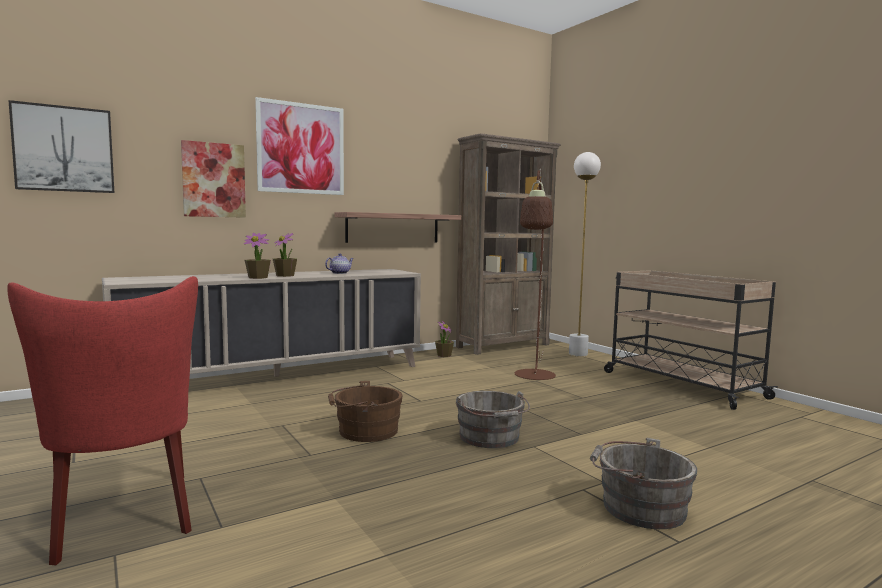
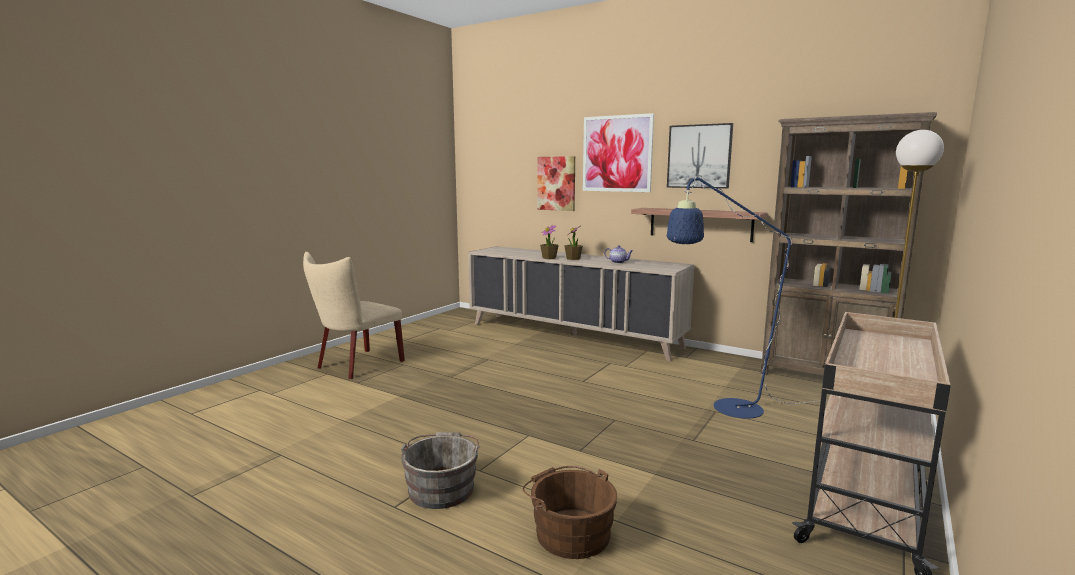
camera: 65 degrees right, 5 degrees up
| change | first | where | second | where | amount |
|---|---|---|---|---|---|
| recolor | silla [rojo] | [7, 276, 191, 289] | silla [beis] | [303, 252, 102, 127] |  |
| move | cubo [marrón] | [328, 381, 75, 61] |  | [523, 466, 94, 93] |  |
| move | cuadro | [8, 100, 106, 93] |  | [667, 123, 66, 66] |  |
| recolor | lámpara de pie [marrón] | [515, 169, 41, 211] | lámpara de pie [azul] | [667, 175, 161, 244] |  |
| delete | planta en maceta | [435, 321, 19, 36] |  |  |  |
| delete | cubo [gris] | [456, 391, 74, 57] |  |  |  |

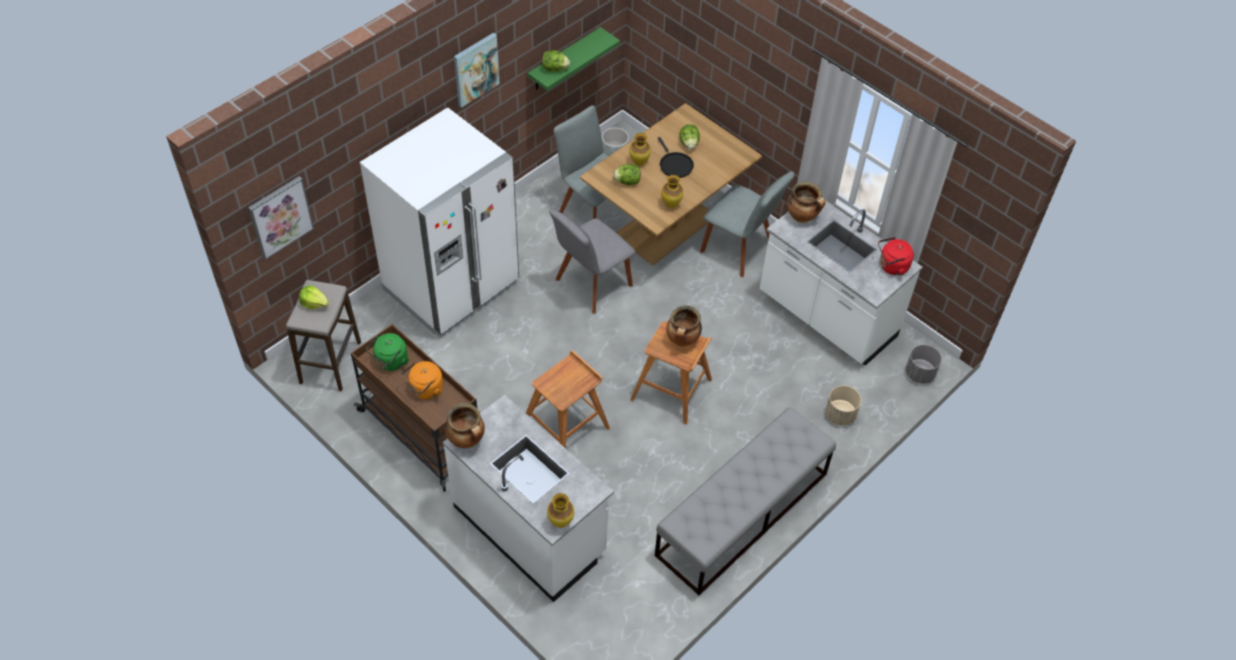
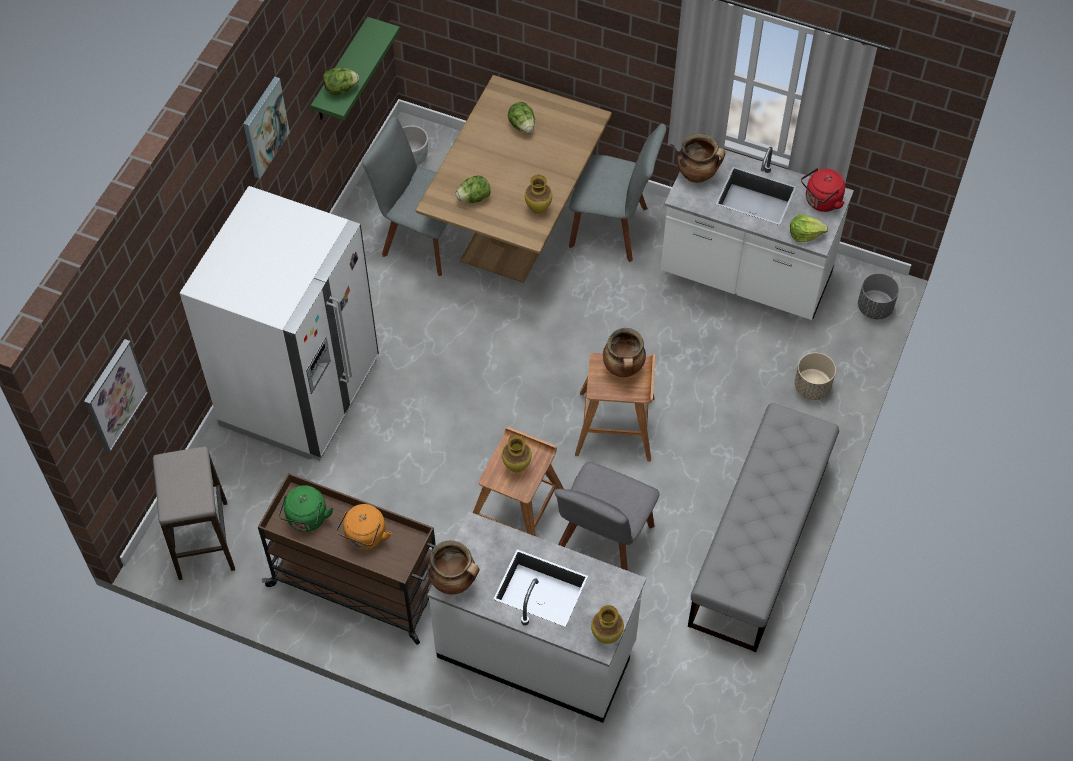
camera: 20 degrees left, 5 degrees up
| change | first | where | second | where | amount |
|---|---|---|---|---|---|
| move | florero | [629, 133, 22, 33] |  | [502, 435, 30, 38] |  |
| move | silla [gris] | [549, 209, 86, 105] |  | [555, 462, 105, 109] |  |
| move | lechuga | [299, 285, 30, 24] |  | [790, 215, 38, 27] |  |
| delete | sartén [negro] | [657, 137, 37, 41] |  |  |  |

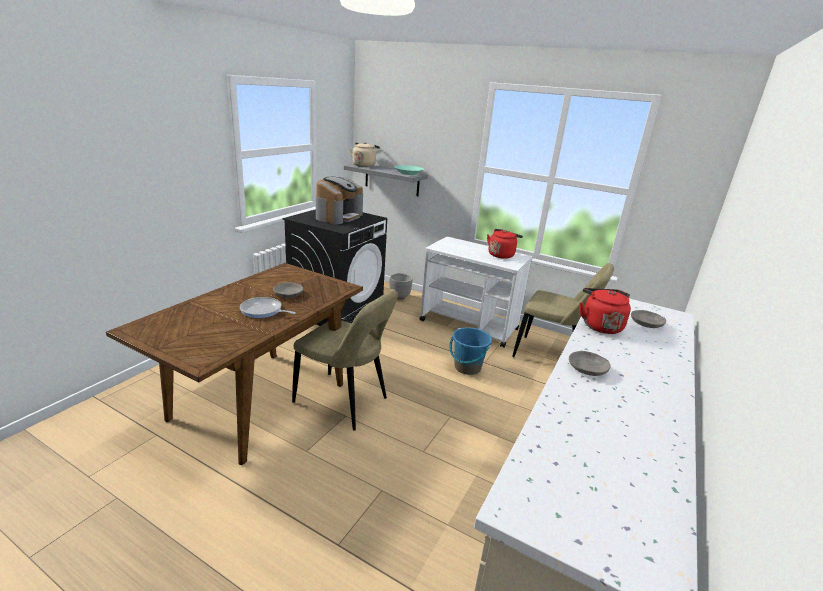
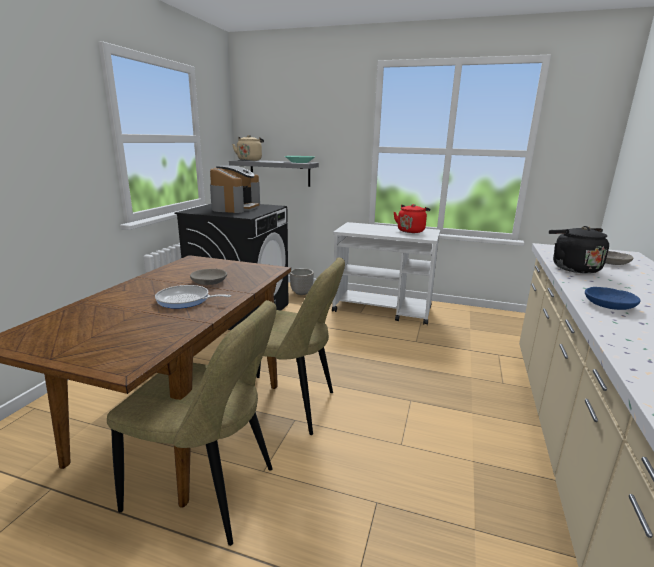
camera: 10 degrees left, 5 degrees down
| change | first | where | second | where | amount |
|---|---|---|---|---|---|
| move | silla [beis] | [512, 263, 102, 94] |  | [107, 300, 169, 246] |  |
| recolor | hervidor [rojo] | [579, 288, 52, 46] | hervidor [negro] | [549, 226, 60, 48] |  |
| recolor | cuenco [gris] | [569, 351, 42, 25] | cuenco [azul] | [585, 287, 56, 23] |  |
| delete | cubo [azul] | [449, 327, 43, 48] |  |  |  |

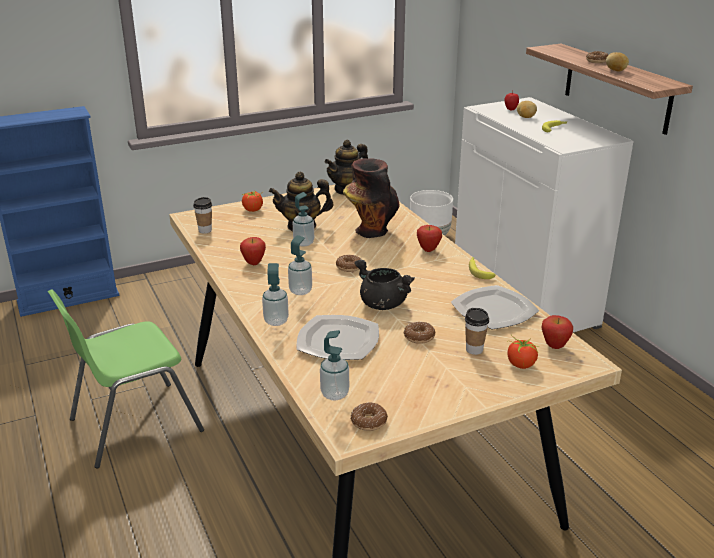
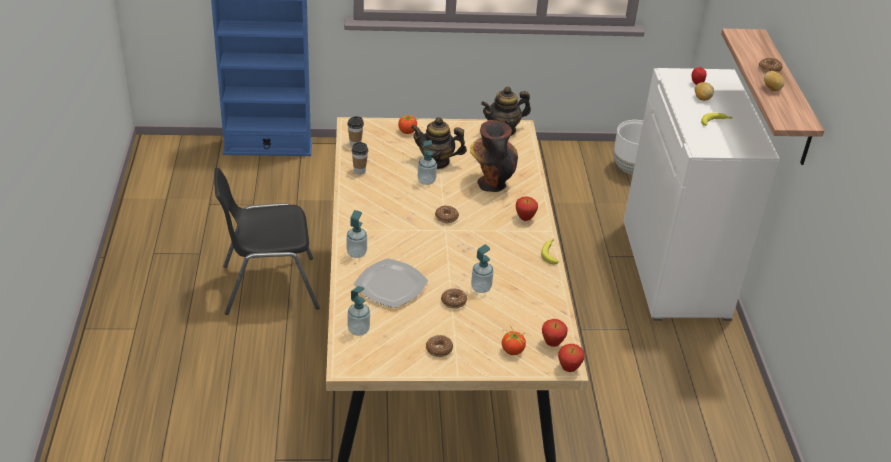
camera: 20 degrees right, 10 degrees up
| change | first | where | second | where | amount |
|---|---|---|---|---|---|
| recolor | silla [verde] | [48, 289, 156, 179] | silla [negro] | [214, 168, 106, 147] |  |
| move | taza | [465, 308, 24, 47] |  | [351, 142, 17, 32] |  |
| move | rosquilla | [351, 402, 37, 29] |  | [426, 335, 27, 22] |  |
| move | dispensador de jabón | [288, 235, 24, 60] |  | [471, 244, 22, 49] |  |
| move | manzana | [240, 237, 26, 28] |  | [558, 344, 27, 28] |  |
| delete | olla [negro] | [354, 260, 61, 50] |  |  |  |
| delete | plato | [451, 285, 88, 44] |  |  |  |

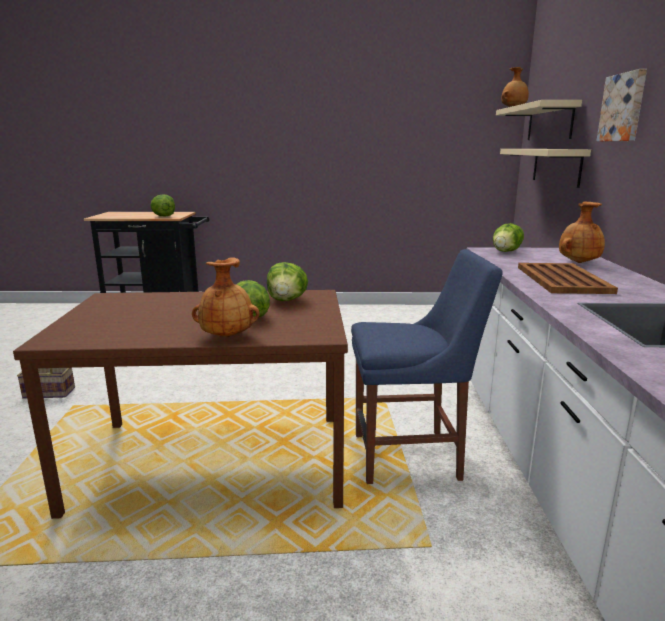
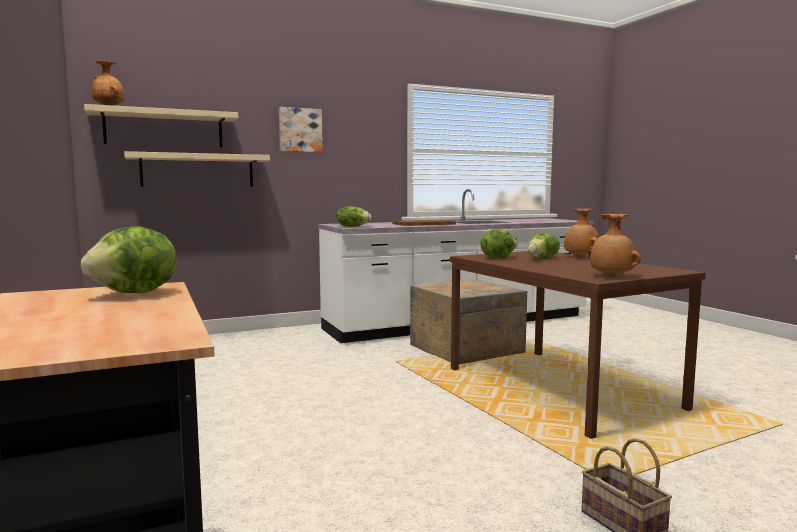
camera: 115 degrees left, 10 degrees down
| change | first | where | second | where | amount |
|---|---|---|---|---|---|
| replace | silla [azul] | [351, 249, 152, 235] | caja de embalaje | [410, 279, 117, 85] |  |
| move | florero [marrón] | [559, 202, 46, 61] |  | [587, 214, 54, 63] |  |

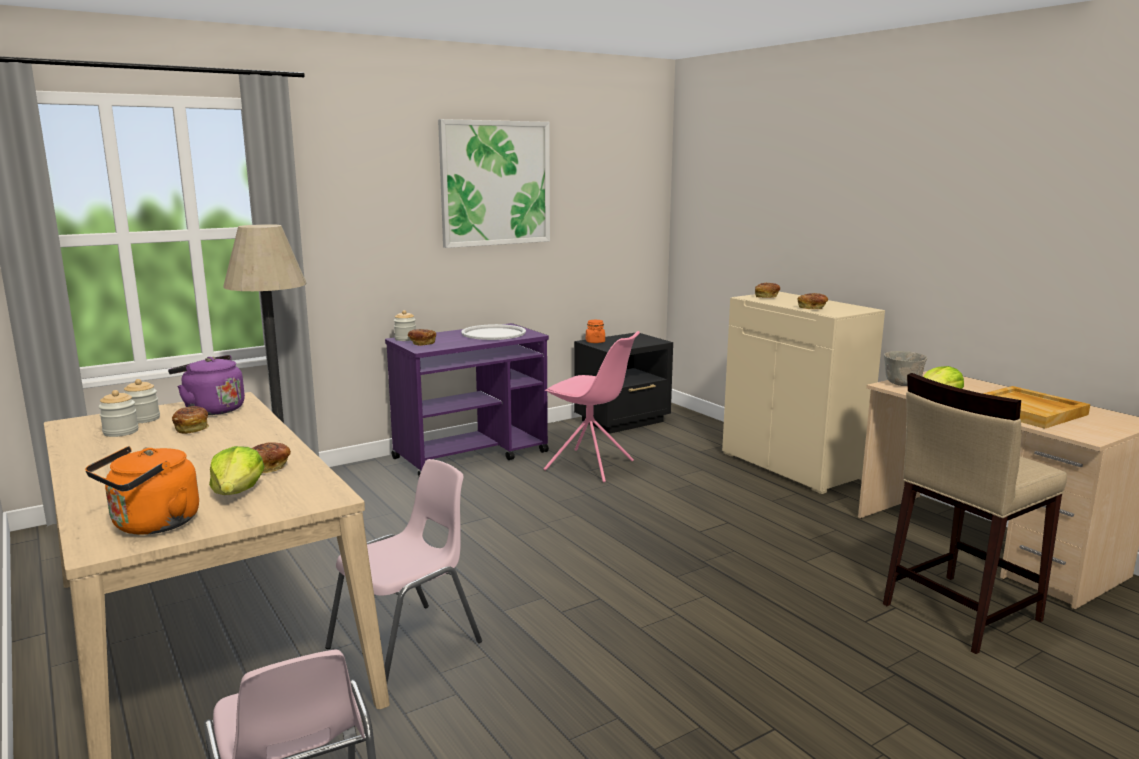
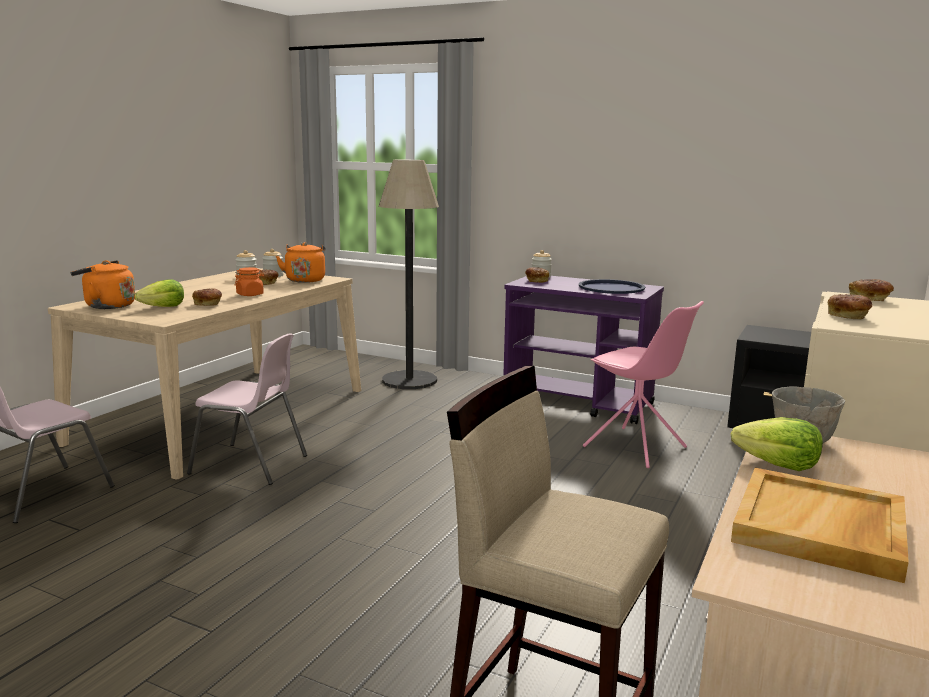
camera: 60 degrees right, 0 degrees up
| change | first | where | second | where | amount |
|---|---|---|---|---|---|
| move | tarro [naranja] | [586, 320, 19, 23] |  | [235, 267, 29, 29] |  |
| recolor | hervidor [morado] | [168, 355, 77, 60] | hervidor [naranja] | [276, 242, 50, 41] |  |
| recolor | bandeja [blanco] | [461, 324, 65, 16] | bandeja [azul] | [579, 279, 66, 15] |  |
| rotate | silla [rosa] | [544, 331, 96, 152] |  | [583, 301, 121, 167] | 45 degrees counterclockwise |
| delete | cuadro | [438, 119, 112, 129] |  |  |  |

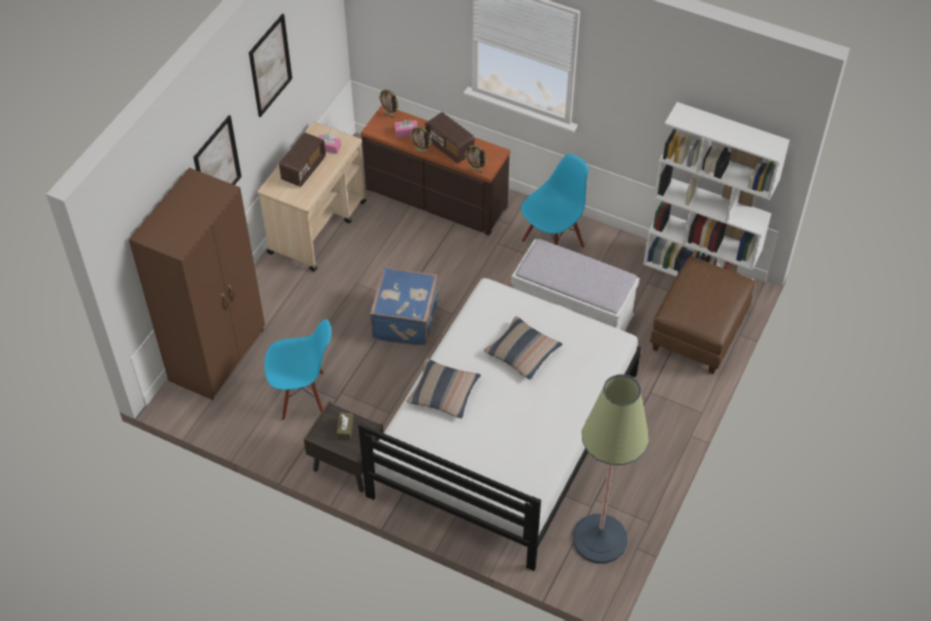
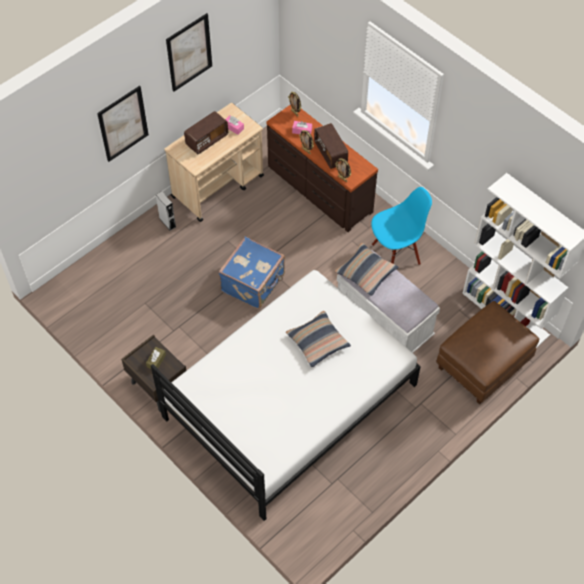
camera: 20 degrees right, 5 degrees up
| change | first | where | second | where | amount |
|---|---|---|---|---|---|
| insert |  |  | altavoz [gris] | [156, 191, 20, 40] |  |
| move | cojín | [406, 359, 75, 59] |  | [335, 243, 64, 53] |  |
| delete | armario ropero [marrón] | [129, 168, 136, 232] |  |  |  |
| delete | silla [azul] | [264, 319, 68, 102] |  |  |  |
| delete | lámpara de pie | [573, 375, 76, 189] |  |  |  |

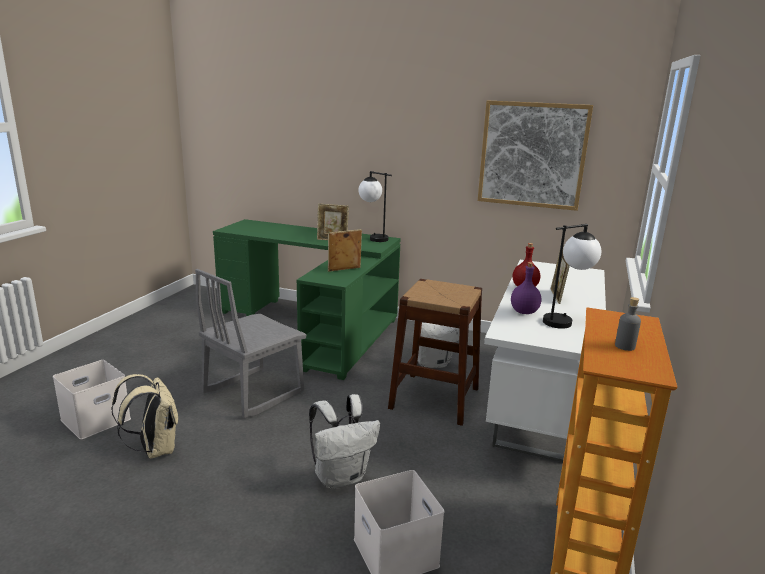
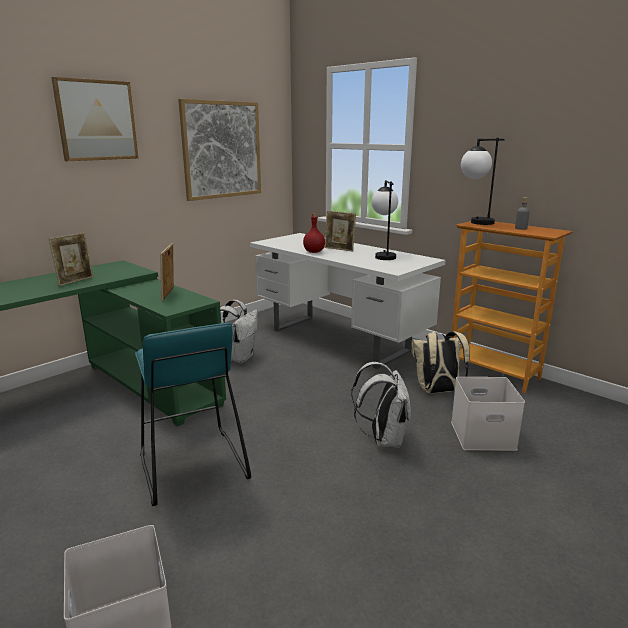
camera: 65 degrees left, 0 degrees up
| change | first | where | second | where | amount |
|---|---|---|---|---|---|
| insert |  |  | cuadro | [51, 77, 87, 84] |  |
| replace | silla [gris] | [195, 269, 111, 150] | taburete [turquesa] | [135, 322, 116, 184] |  |
| move | mochila [beis] | [111, 374, 67, 85] |  | [411, 331, 59, 63] |  |
| move | lámpara de mesa | [358, 171, 34, 71] |  | [461, 138, 44, 87] |  |
| delete | taburete [marrón] | [388, 279, 94, 147] |  |  |  |
| delete | botella [morado] | [511, 262, 30, 52] |  |  |  |

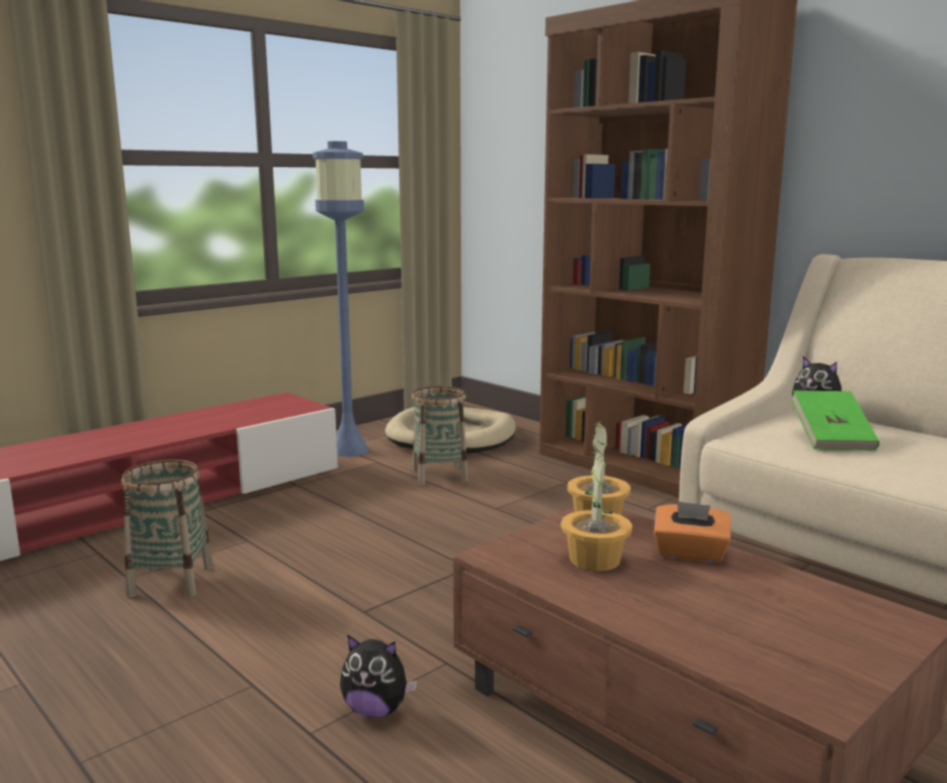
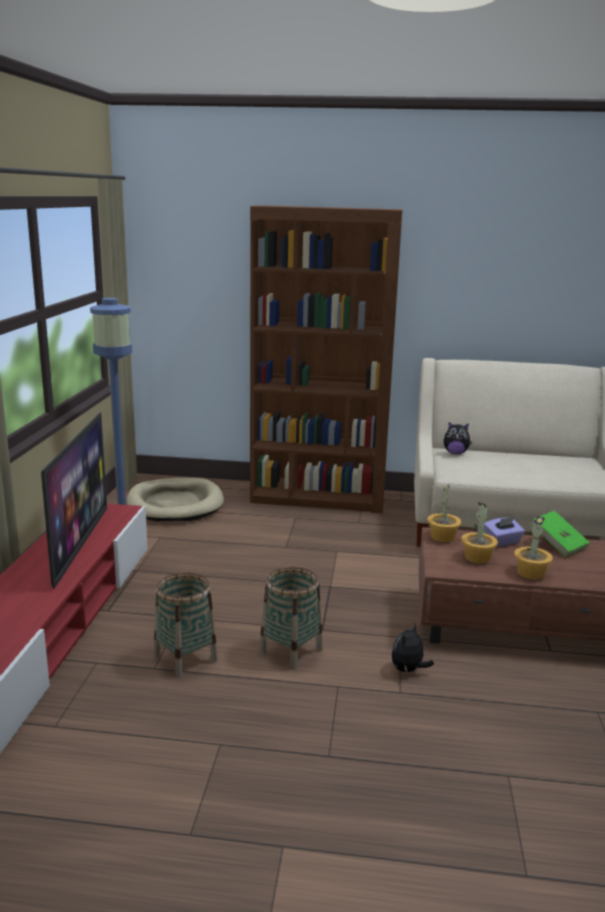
camera: 40 degrees left, 5 degrees up
| change | first | where | second | where | amount |
|---|---|---|---|---|---|
| insert |  |  | televisor | [41, 412, 66, 177] |  |
| move | cesta | [412, 386, 56, 99] |  | [259, 567, 64, 103] |  |
| rotate | peluche | [340, 635, 77, 83] |  | [392, 624, 42, 50] | 150 degrees clockwise |
| recolor | caja de pañuelos [naranja] | [654, 501, 77, 62] | caja de pañuelos [morado] | [484, 517, 41, 30] |  |
| insert |  |  | planta en maceta | [514, 516, 39, 64] |  |
| move | libro [verde] | [791, 391, 89, 59] |  | [530, 511, 60, 46] |  |

